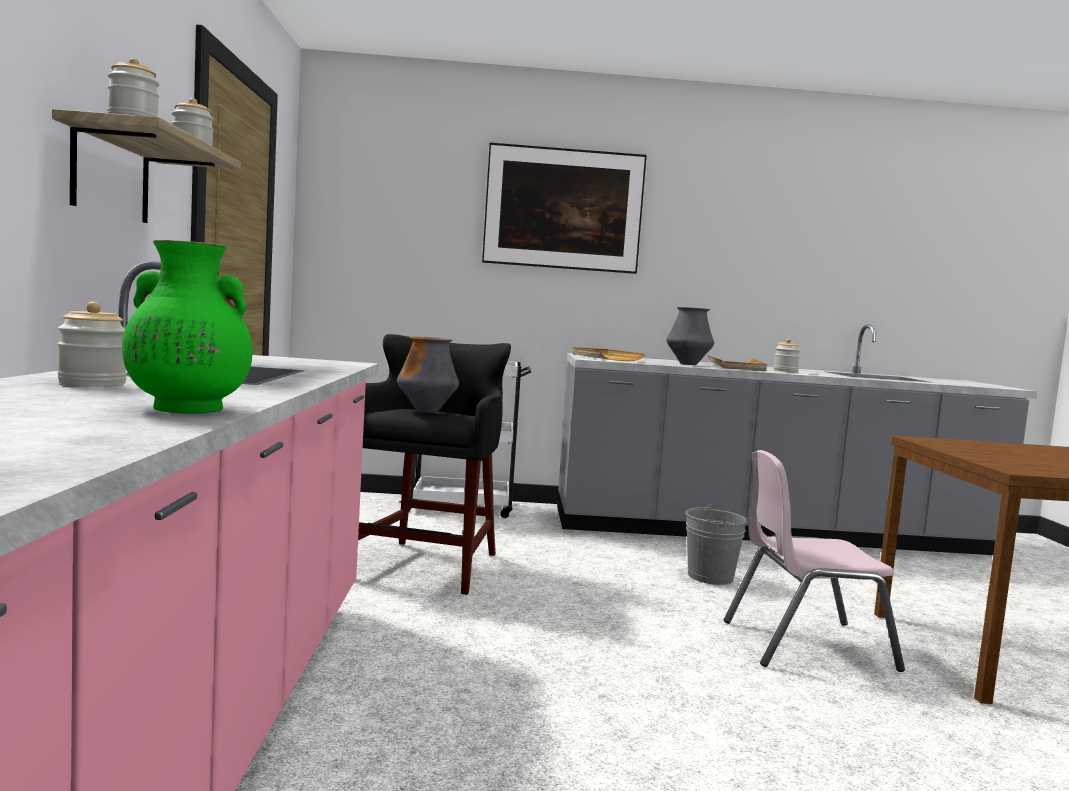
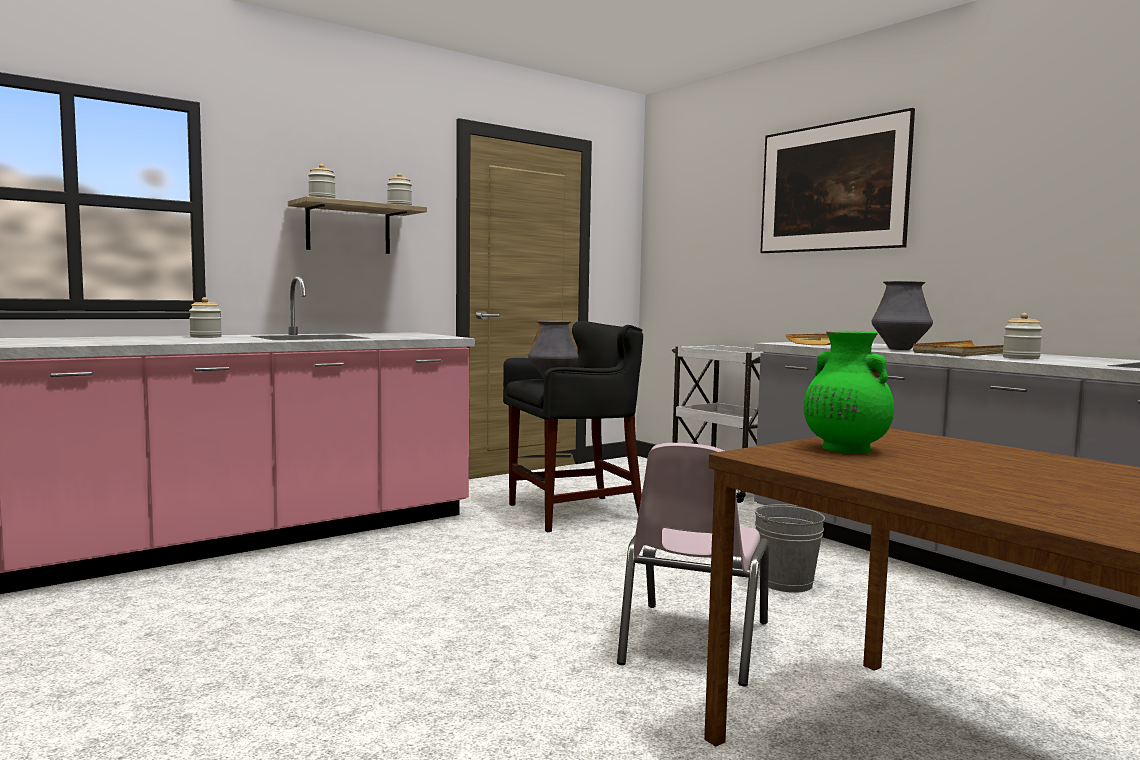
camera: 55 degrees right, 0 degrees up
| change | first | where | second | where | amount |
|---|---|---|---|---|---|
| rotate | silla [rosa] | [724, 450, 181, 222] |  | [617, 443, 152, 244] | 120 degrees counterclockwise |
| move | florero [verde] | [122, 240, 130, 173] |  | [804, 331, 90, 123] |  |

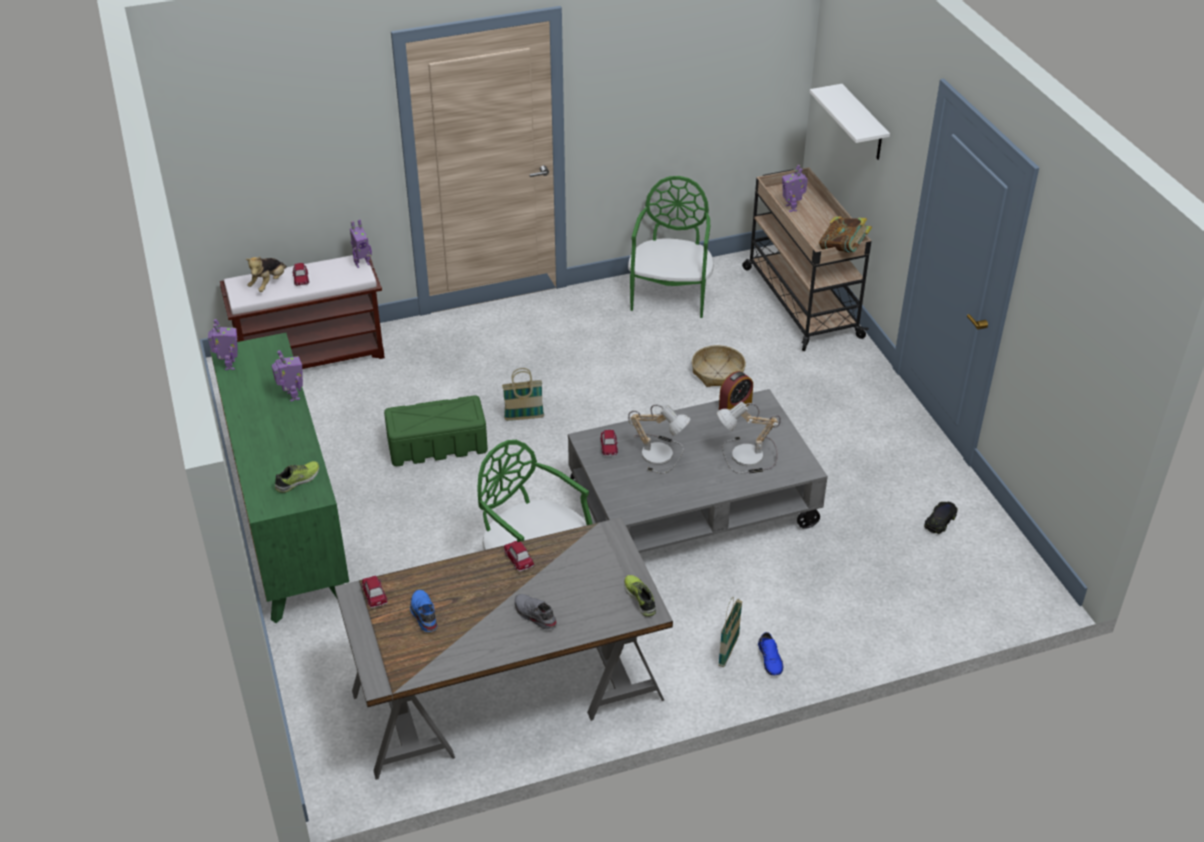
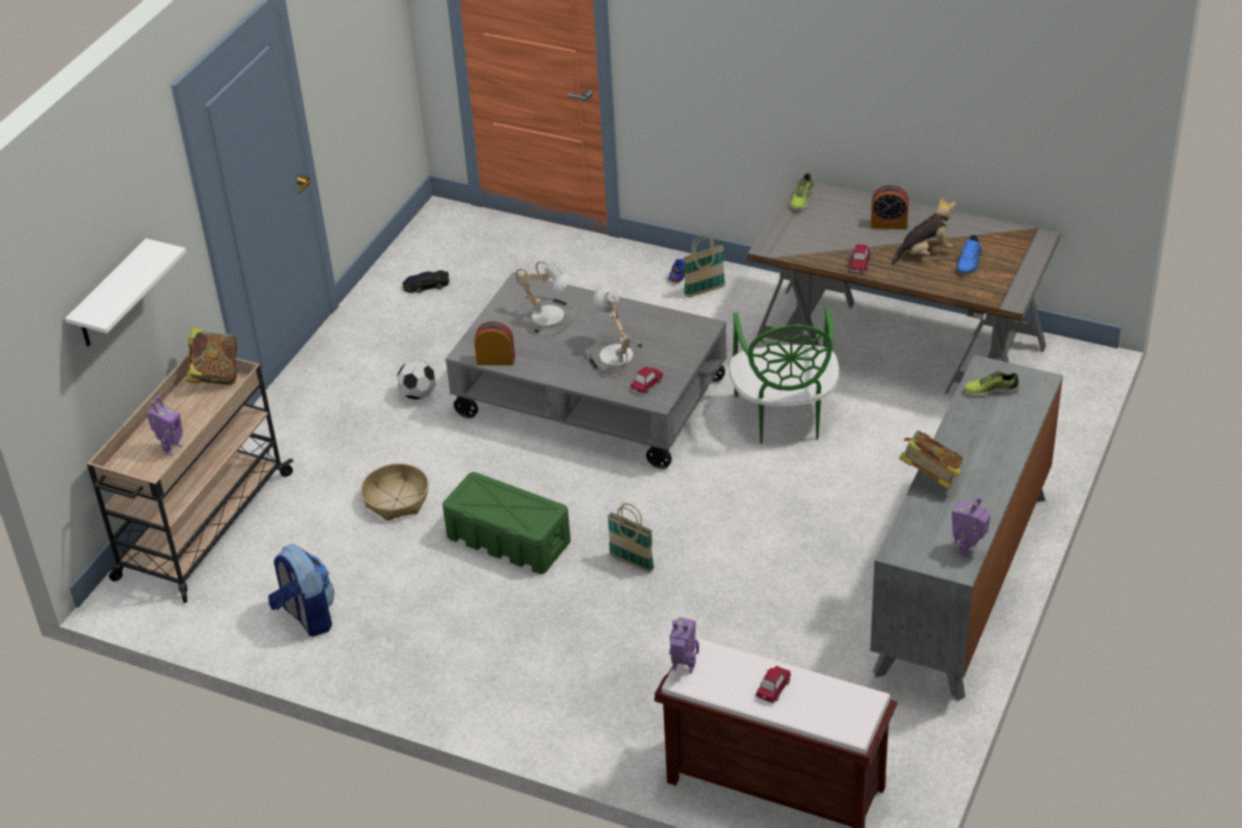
camera: 135 degrees left, 0 degrees up
| change | first | where | second | where | amount |
|---|---|---|---|---|---|
| replace | silla [verde] | [628, 176, 86, 142] | mochila | [268, 544, 67, 93] |  |
| insert |  |  | balón de fútbol | [397, 360, 39, 40] |  |
| move | caja de almacenaje [verde] | [384, 395, 104, 71] |  | [442, 472, 129, 102] |  |
| recolor | cómoda [verde] | [210, 333, 139, 290] | cómoda [gris] | [870, 355, 193, 346] |  |
| replace | zapato [gris] | [515, 594, 42, 36] | despertador | [871, 185, 38, 45] |  |
| move | peluche | [246, 256, 41, 36] |  | [892, 197, 64, 67] |  |
| replace | robot de juguete | [271, 350, 32, 52] | libro | [899, 430, 64, 60] |  |
| delete | coche de juguete | [362, 576, 26, 32] |  |  |  |

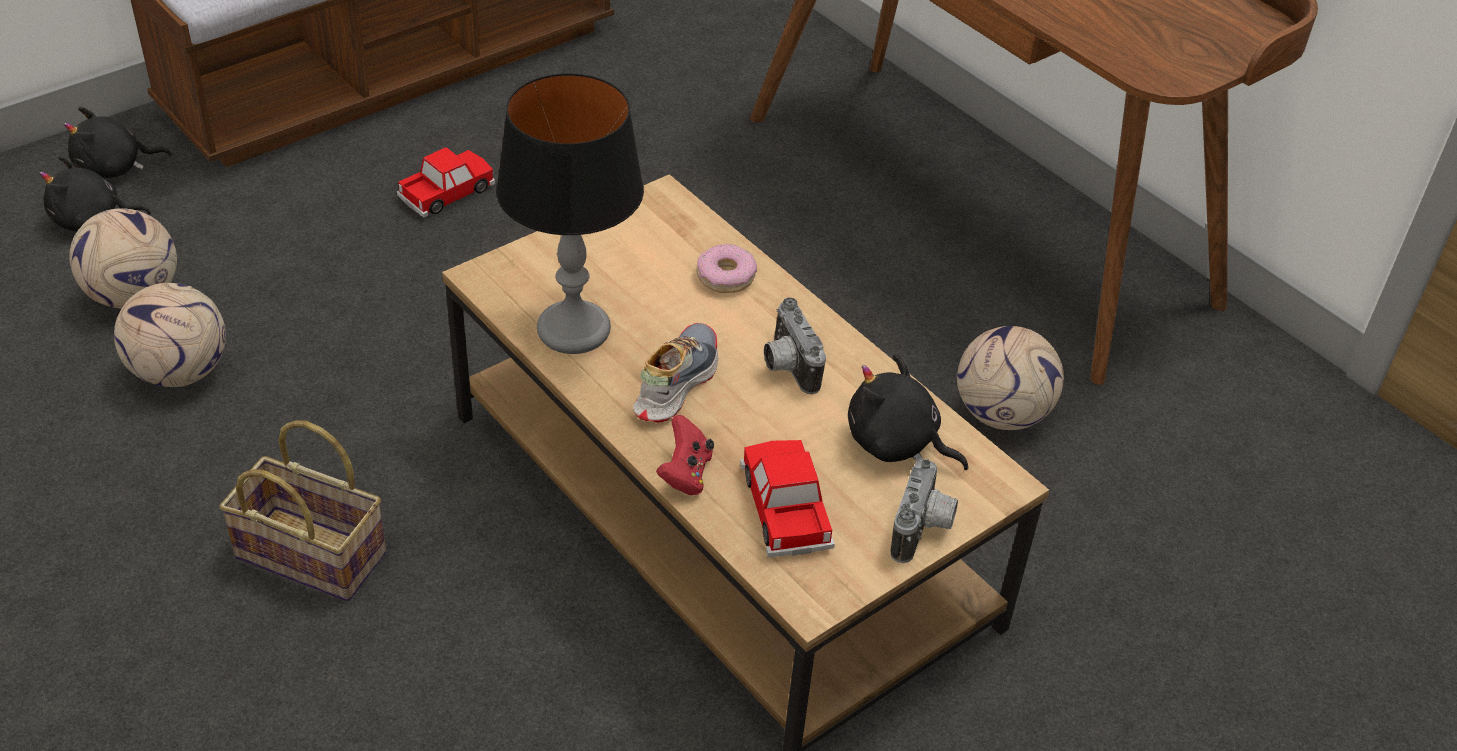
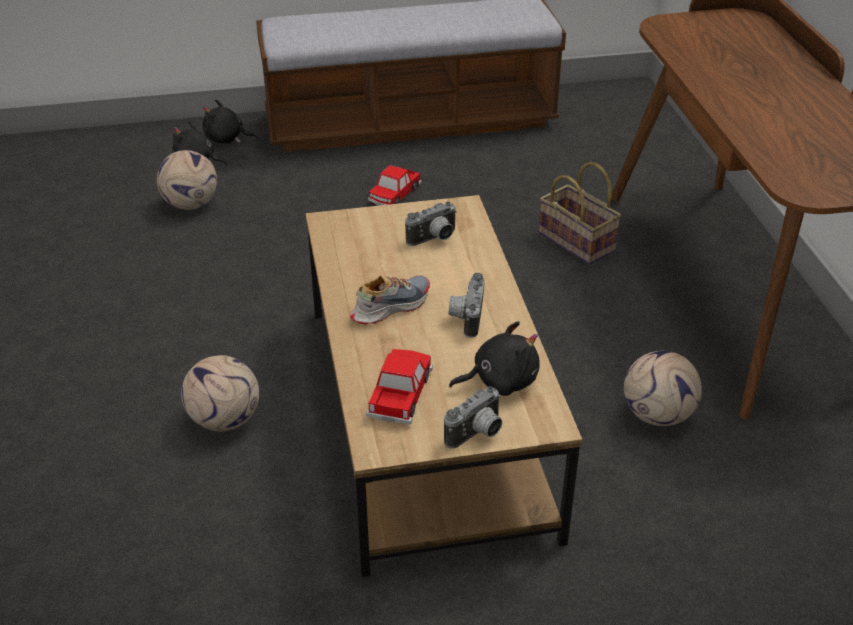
camera: 30 degrees right, 5 degrees down
| change | first | where | second | where | amount |
|---|---|---|---|---|---|
| move | balón de fútbol | [114, 283, 112, 104] |  | [181, 355, 78, 77] |  |
| rotate | coche de juguete | [397, 147, 98, 71] |  | [368, 165, 54, 41] | 135 degrees clockwise |
| insert |  |  | cámara | [405, 201, 52, 45] |  |
| rotate | peluche [negro] | [848, 353, 120, 117] |  | [449, 321, 91, 75] | 105 degrees clockwise |
| move | cesta | [219, 420, 167, 181] |  | [539, 162, 82, 102] |  |
| delete | lámpara de mesa | [496, 73, 148, 281] |  |  |  |
| delete | mando de consola [rojo] | [656, 415, 58, 80] |  |  |  |
| delete | rosquilla | [696, 244, 61, 49] |  |  |  |

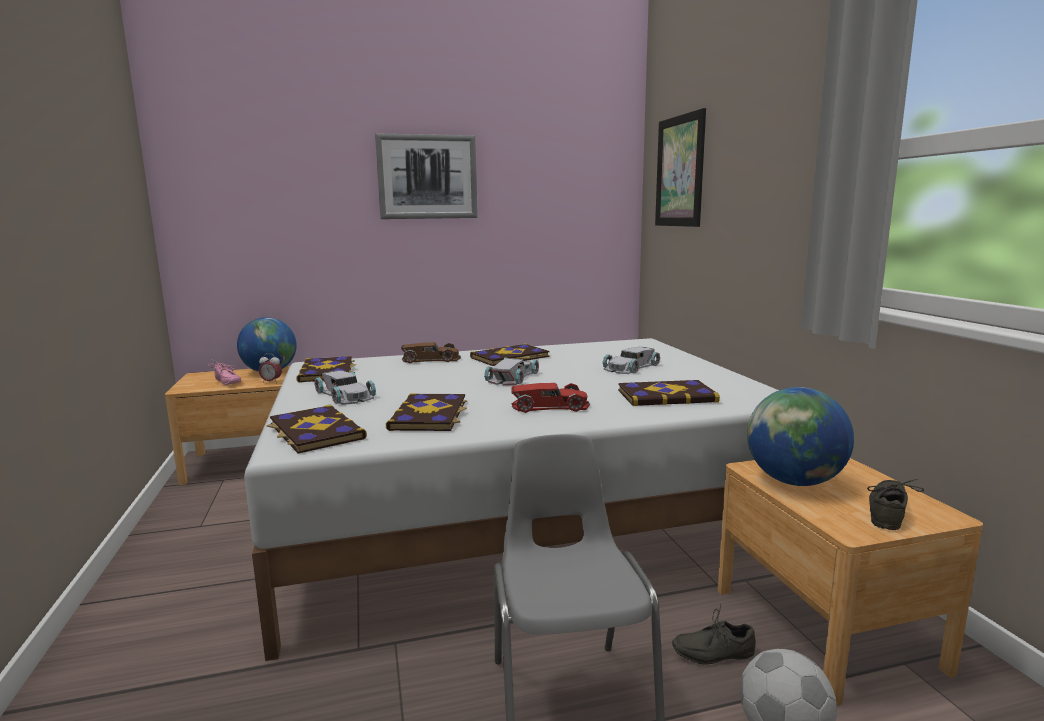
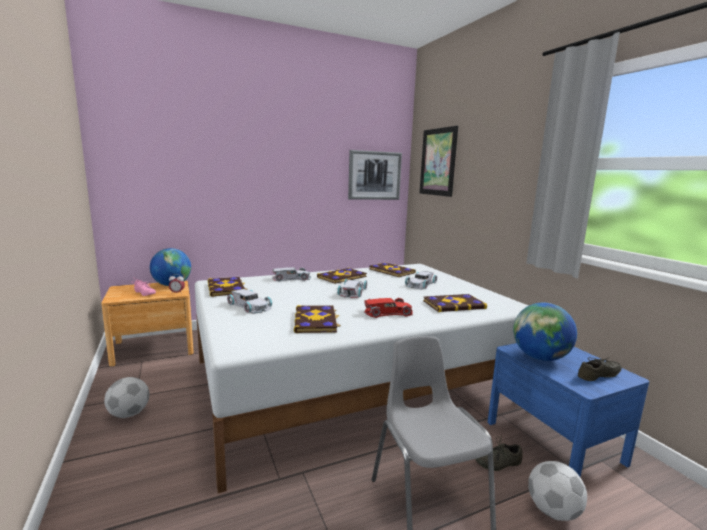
camera: 10 degrees left, 0 degrees up
| change | first | where | second | where | amount |
|---|---|---|---|---|---|
| insert |  |  | balón de fútbol | [104, 377, 45, 41] |  |
| recolor | coche de juguete [marrón] | [401, 342, 60, 22] | coche de juguete [blanco] | [272, 267, 39, 15] |  |
| move | cuadro | [375, 133, 103, 86] |  | [348, 150, 54, 50] |  |
| move | libro | [267, 405, 100, 48] |  | [369, 262, 47, 15] |  |
| recolor | mesita de noche [marrón] | [718, 458, 265, 248] | mesita de noche [azul] | [488, 343, 161, 134] |  |
| rotate | zapato [gris] | [867, 479, 57, 51] |  | [578, 357, 44, 24] | 45 degrees clockwise |

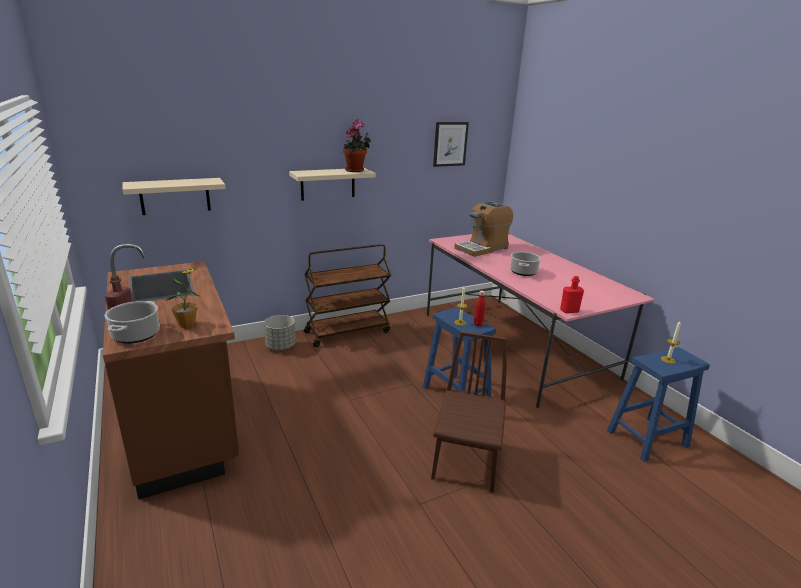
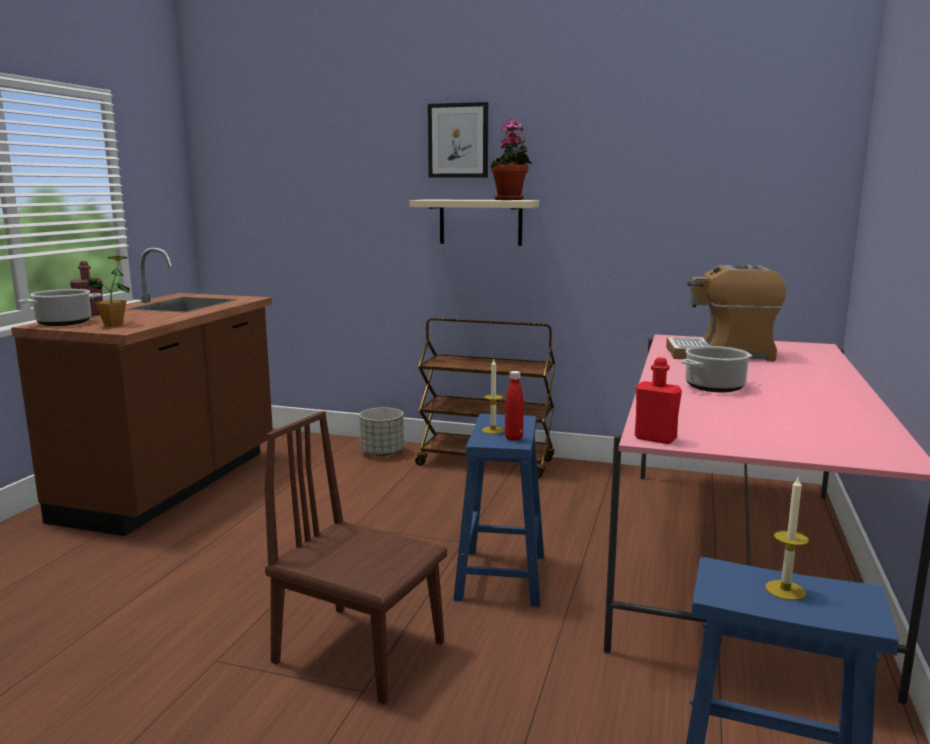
camera: 45 degrees right, 10 degrees down
| change | first | where | second | where | amount |
|---|---|---|---|---|---|
| rotate | silla [marrón] | [431, 331, 76, 161] |  | [265, 411, 182, 293] | 120 degrees counterclockwise |
| move | cuadro | [433, 122, 36, 45] |  | [428, 102, 60, 76] |  |
| delete | estante [beis] | [122, 178, 104, 37] |  |  |  |

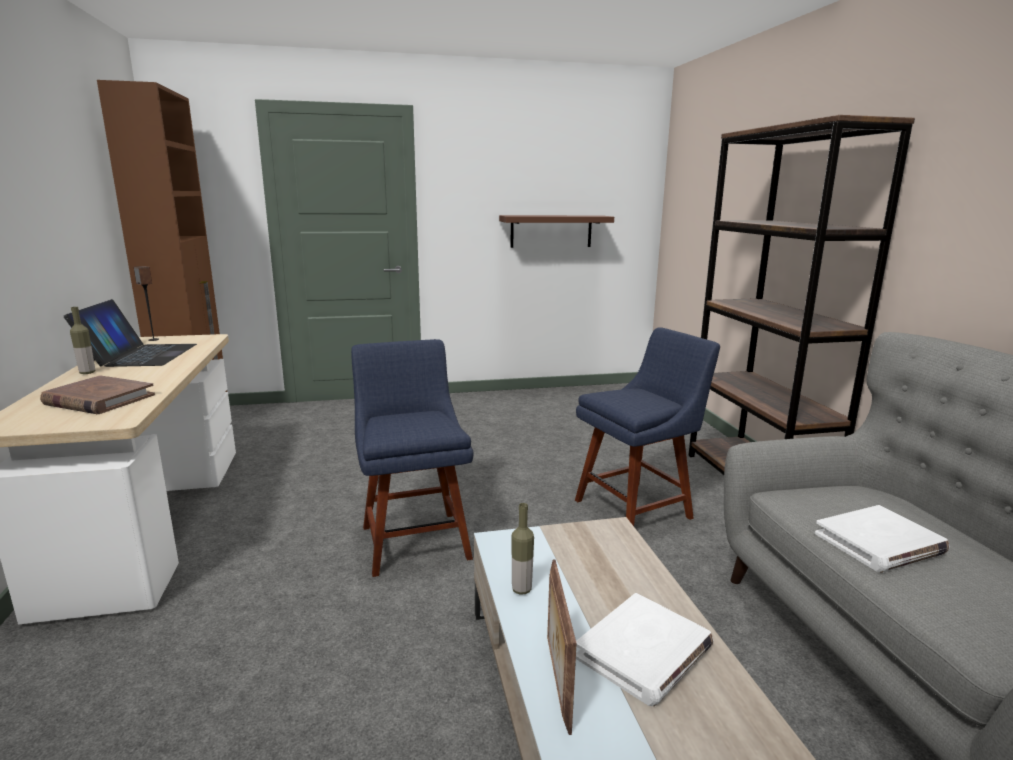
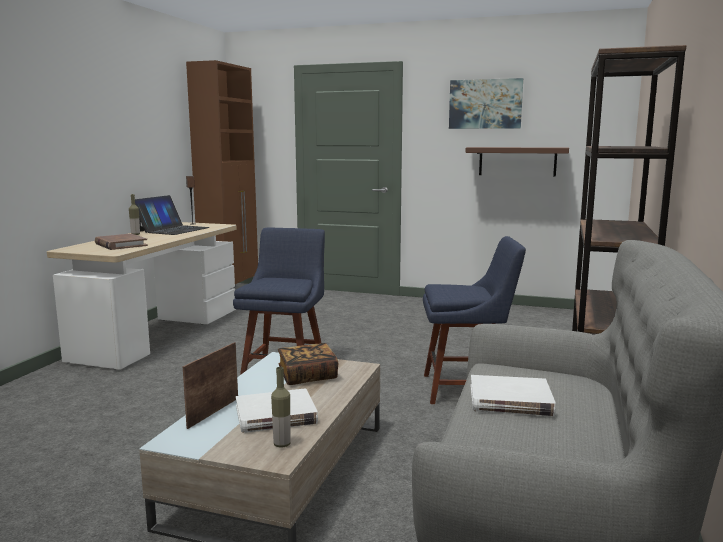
camera: 30 degrees right, 5 degrees down
| change | first | where | second | where | amount |
|---|---|---|---|---|---|
| move | botella | [512, 503, 22, 92] |  | [271, 367, 20, 81] |  |
| insert |  |  | libro | [278, 343, 60, 42] |  |
| insert |  |  | cuadro | [449, 78, 74, 51] |  |

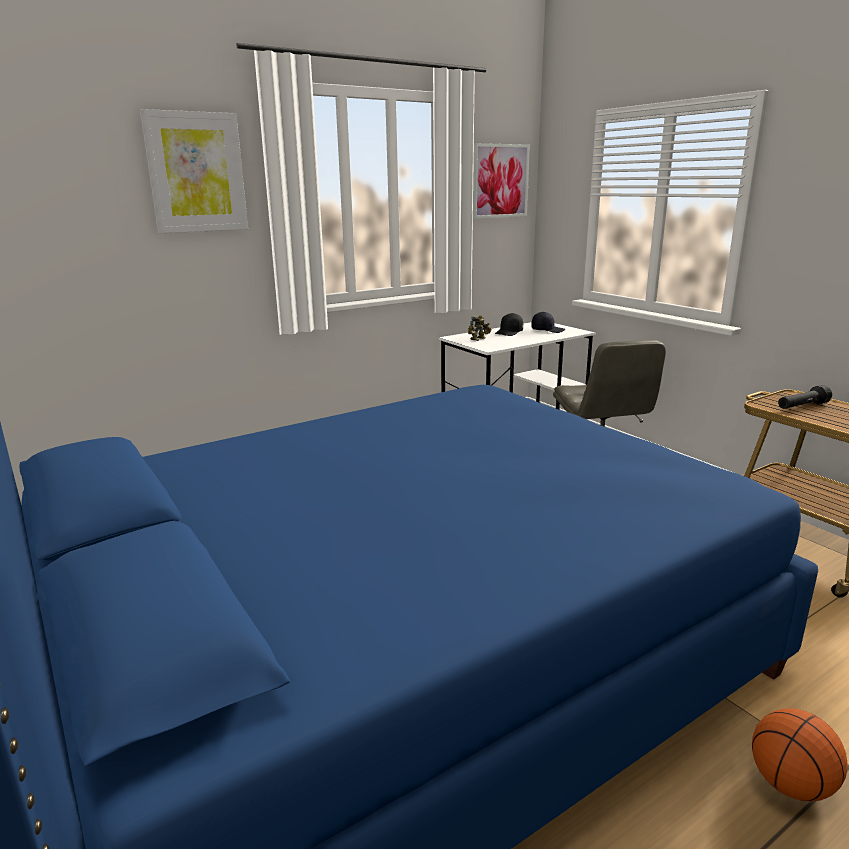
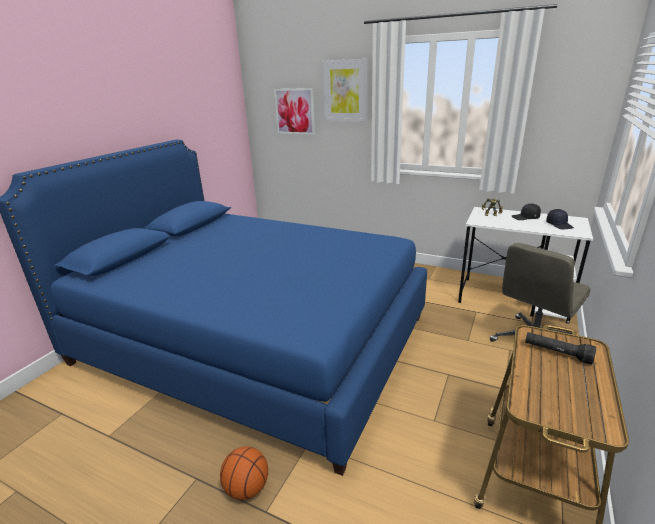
camera: 60 degrees right, 5 degrees up
| change | first | where | second | where | amount |
|---|---|---|---|---|---|
| move | cuadro | [473, 143, 57, 76] |  | [274, 88, 41, 47] |  |

